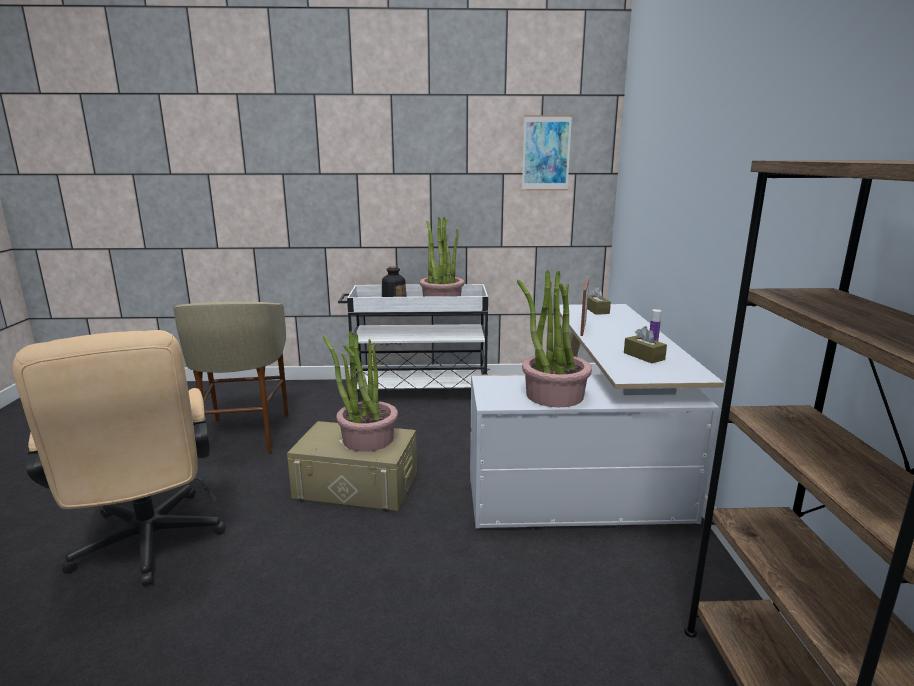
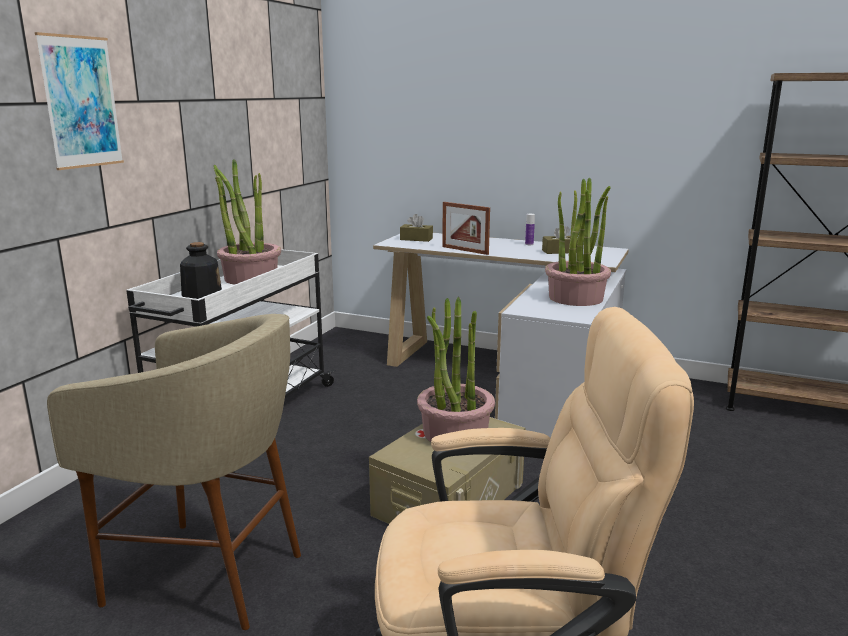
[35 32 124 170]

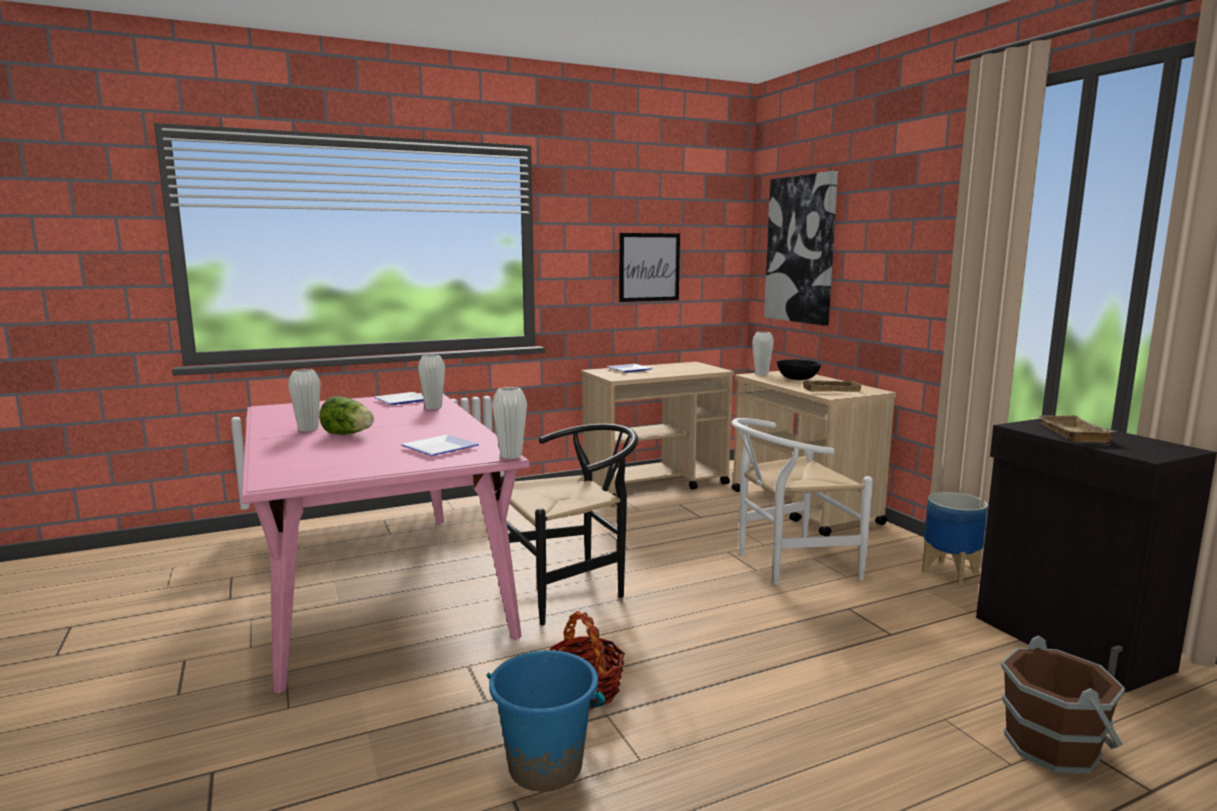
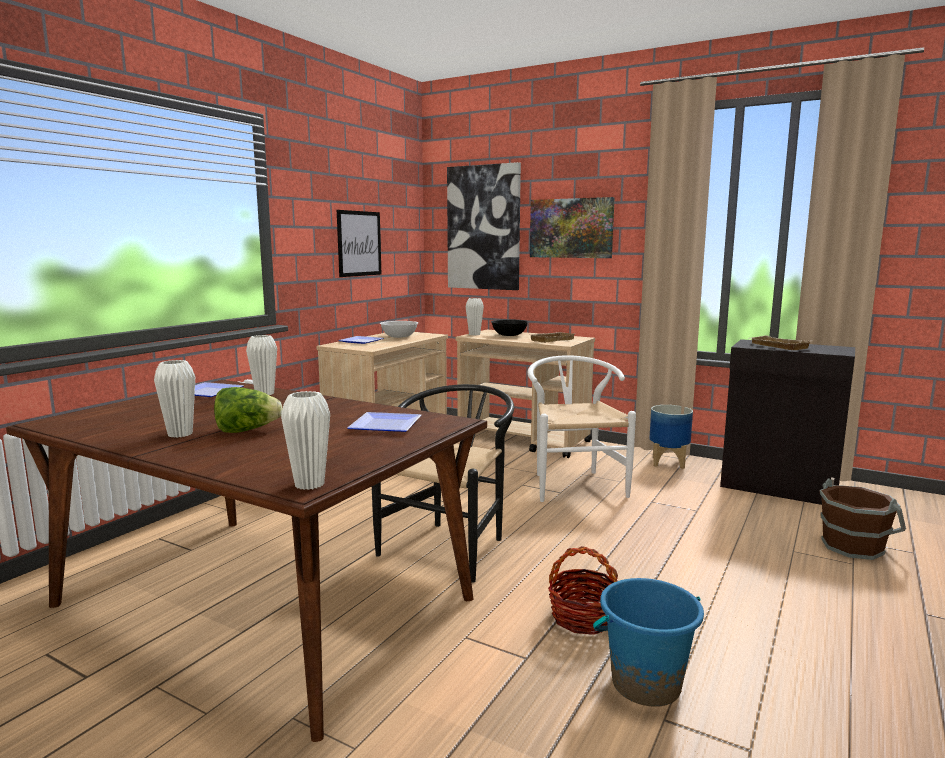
[6 380 487 742]
[281 391 330 490]
[528 355 636 502]
[380 321 418 338]
[530 197 615 258]

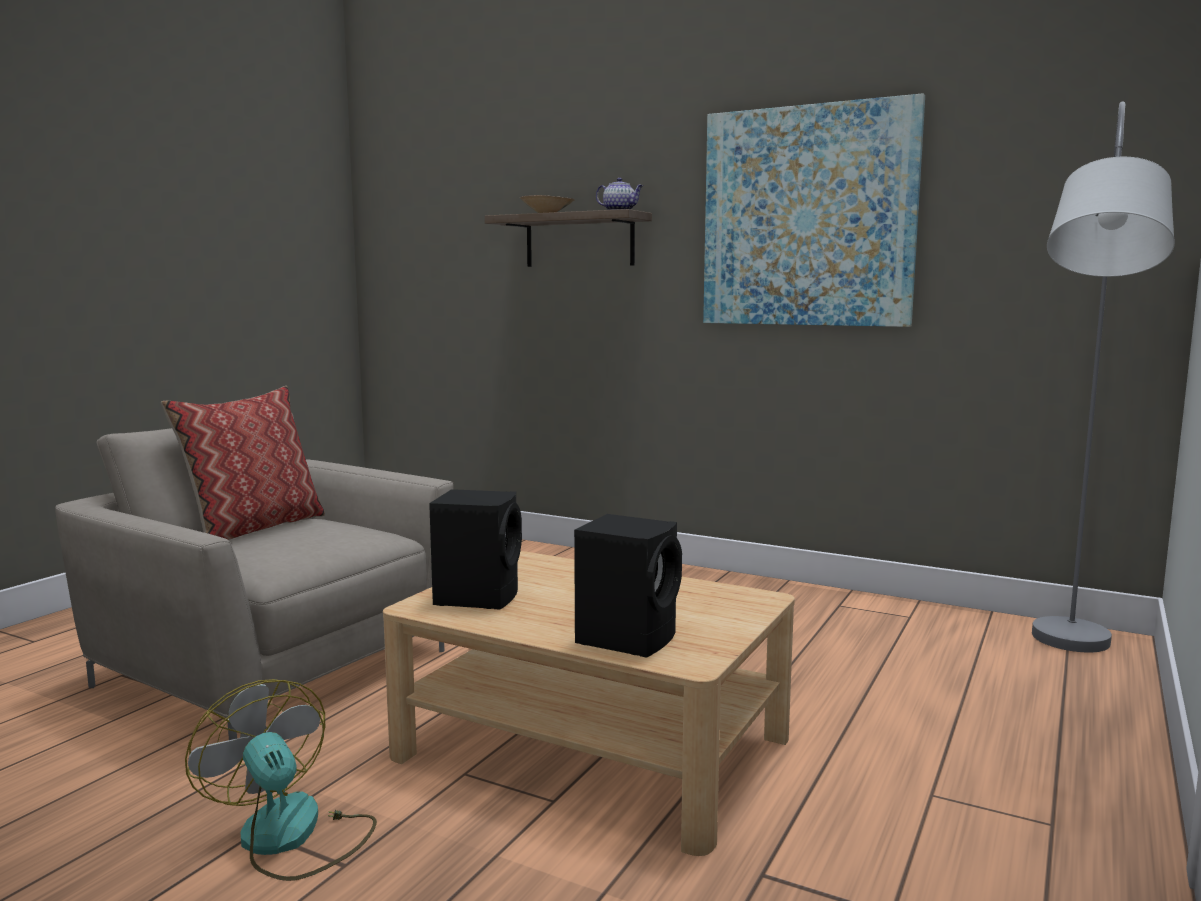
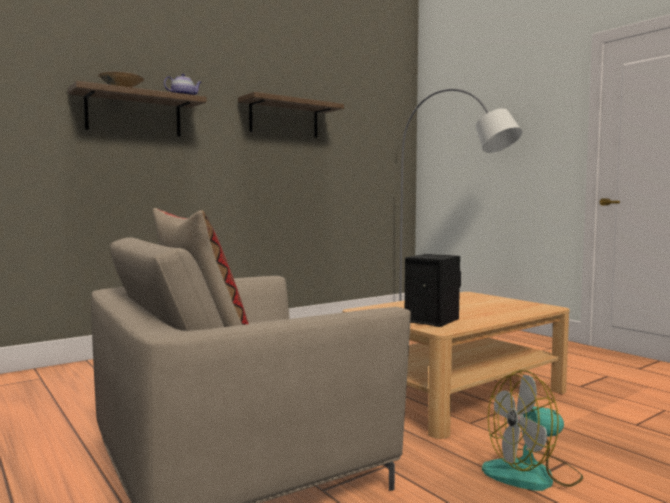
[574 514 682 658] (first image)
[238 92 344 138]

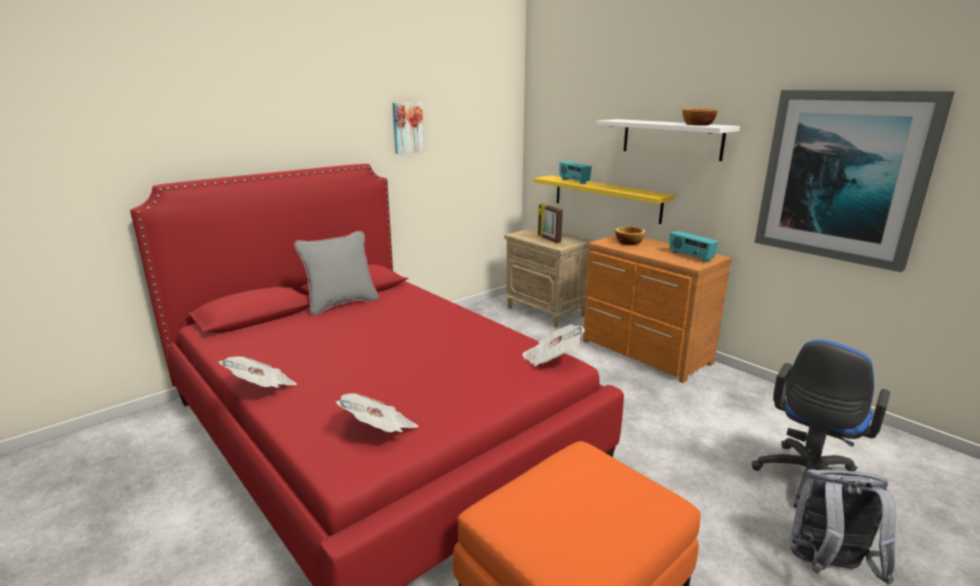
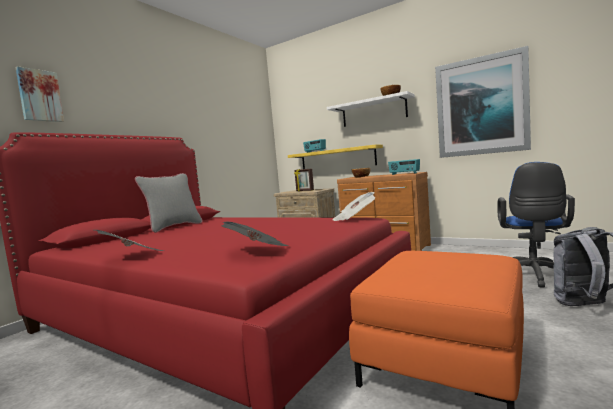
[16 66 64 122]

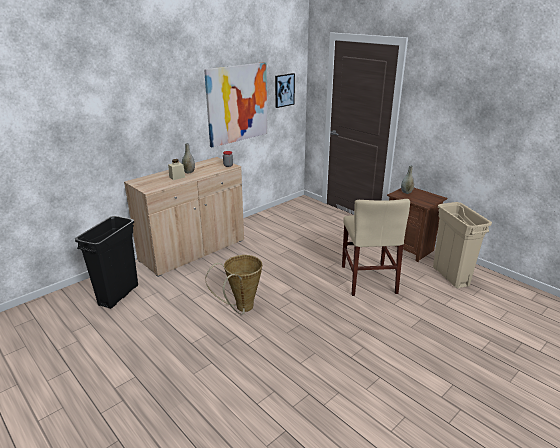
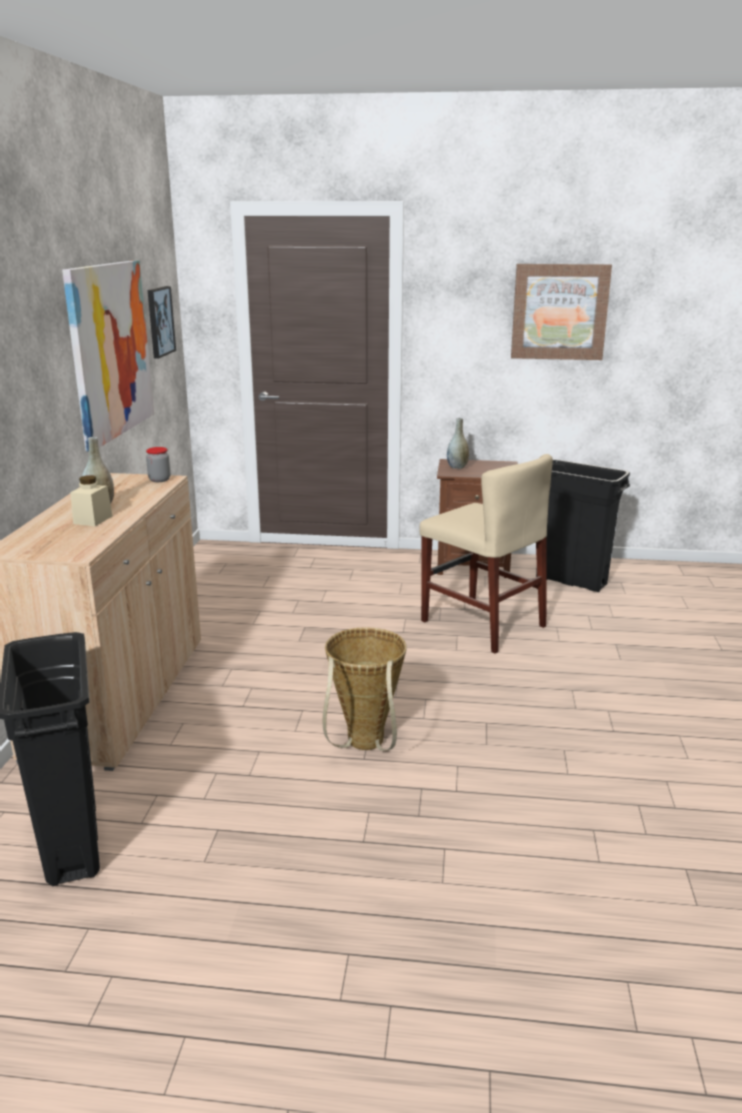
[536 459 630 592]
[511 264 612 360]

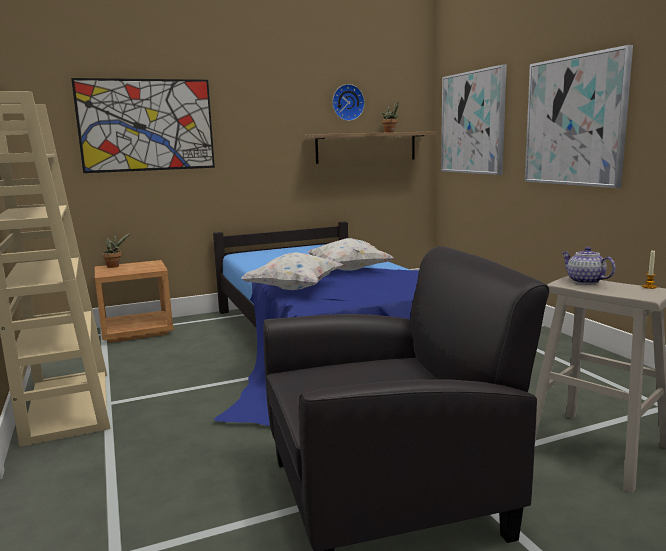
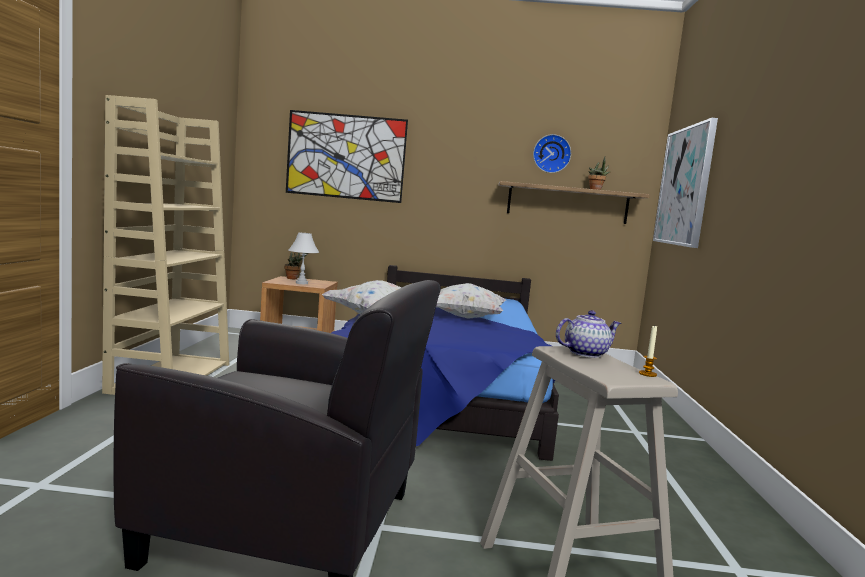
[525 45 633 188] (first image)
[556 310 621 358]
[288 233 319 284]

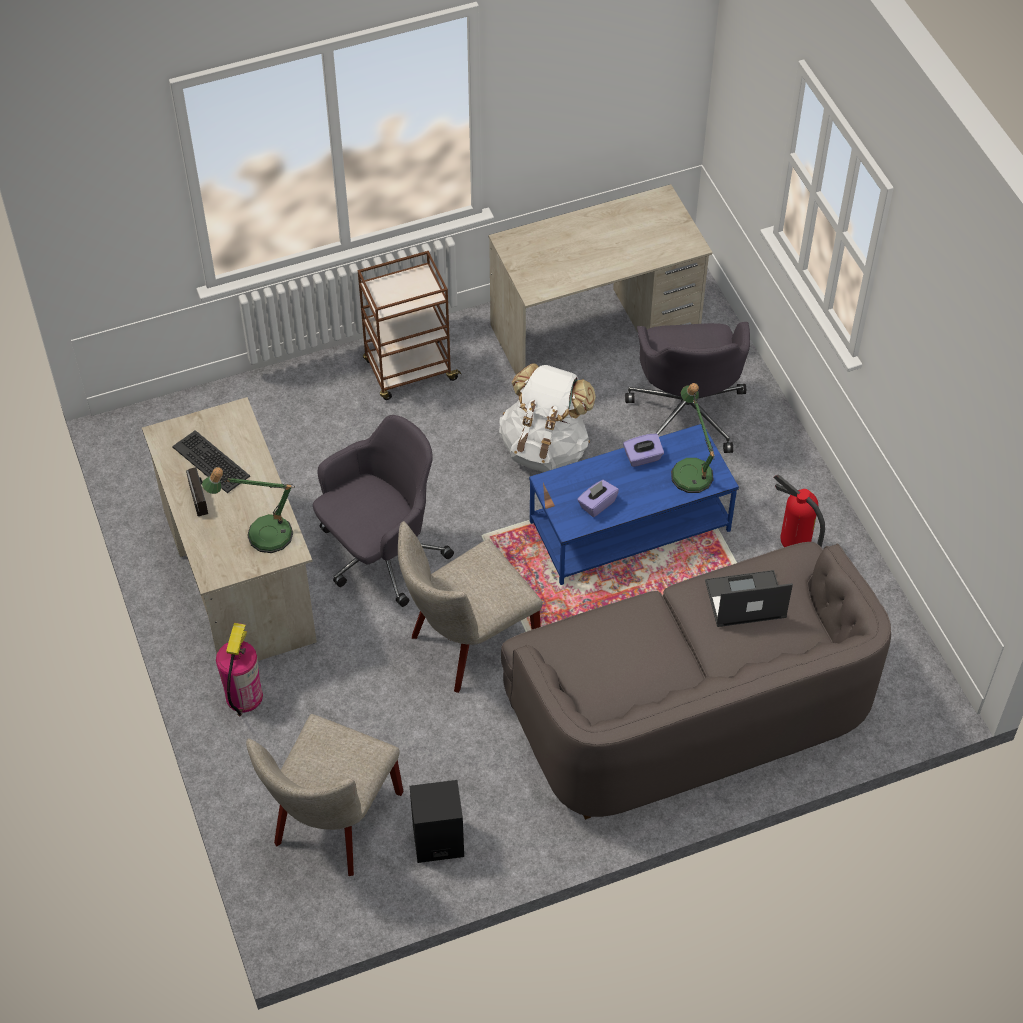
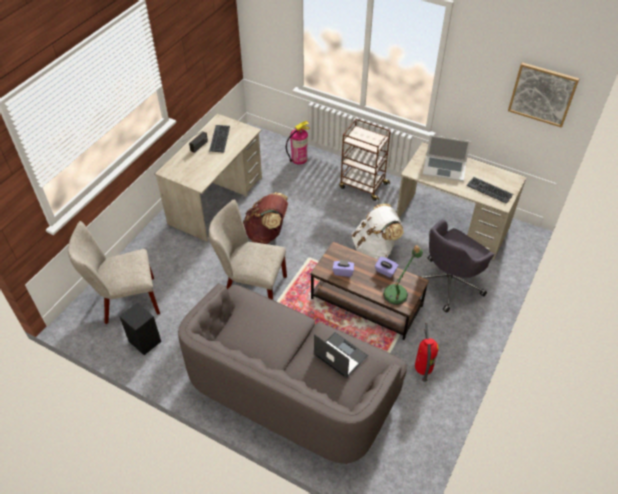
[202 467 295 553] (first image)
[286 121 310 164]
[243 192 288 244]
[310 241 429 340]
[423 135 471 182]
[466 177 513 204]
[508 62 579 128]

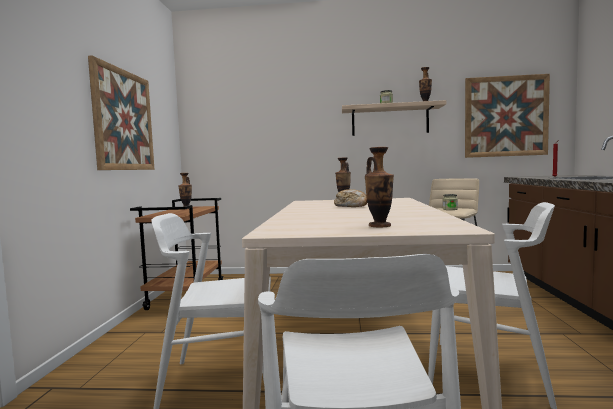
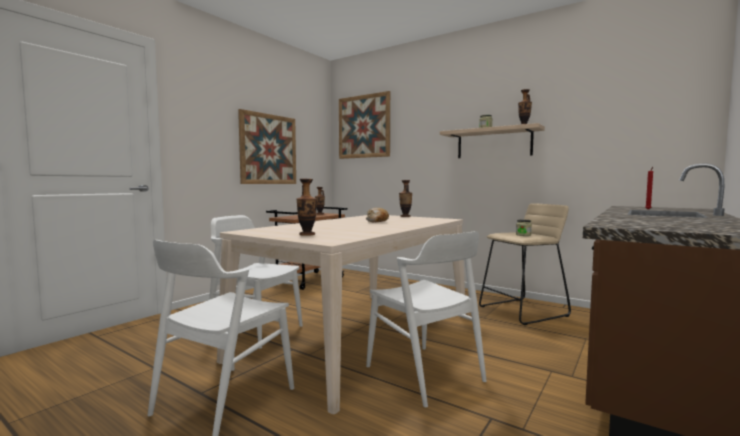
[339 91 390 159]

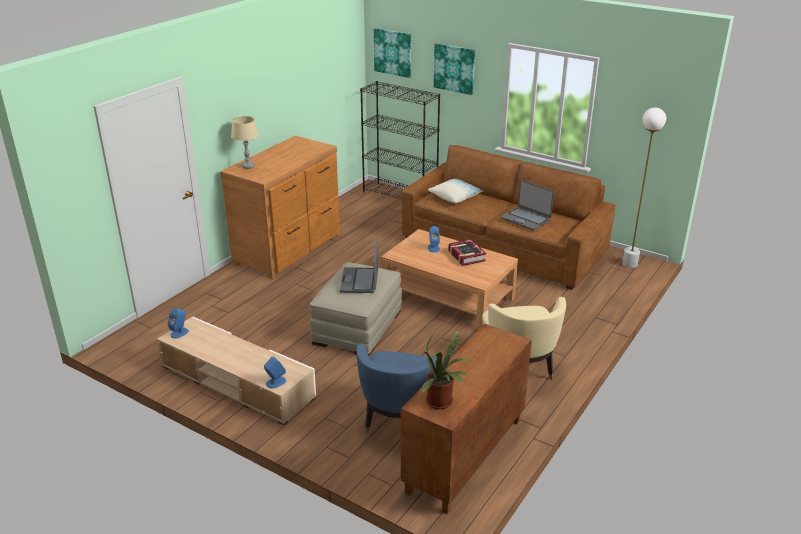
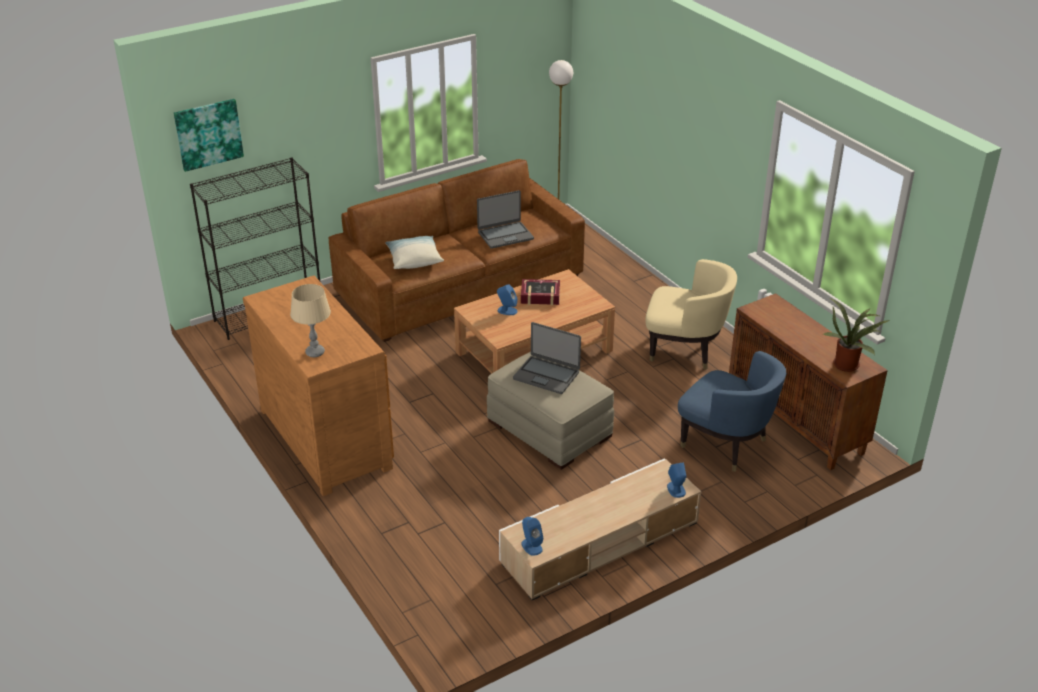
[434 43 475 95] (first image)

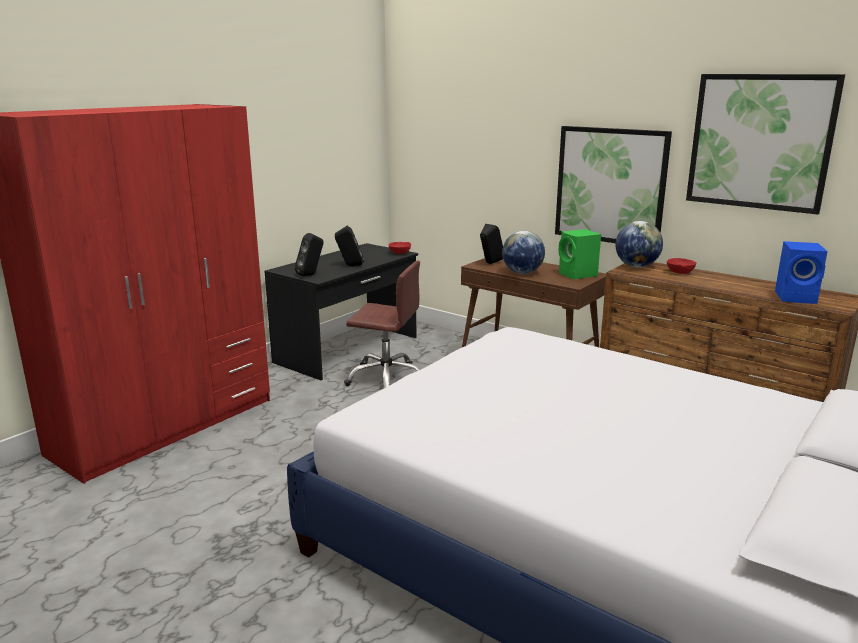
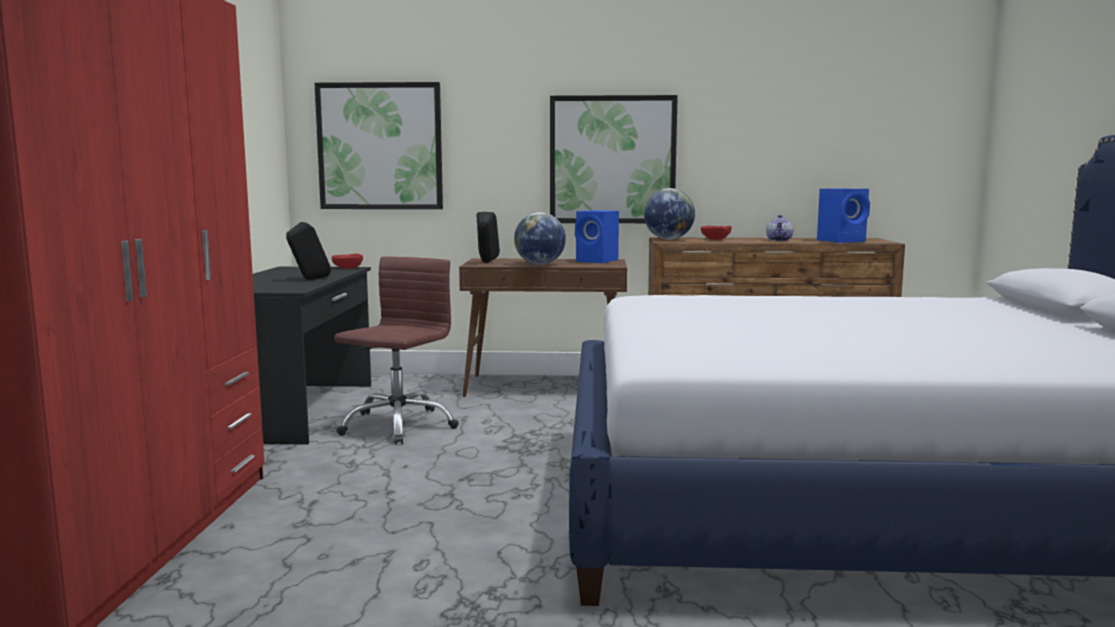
[295 233 324 276] (first image)
[334 257 459 445]
[575 210 619 263]
[315 82 443 209]
[766 215 793 241]

